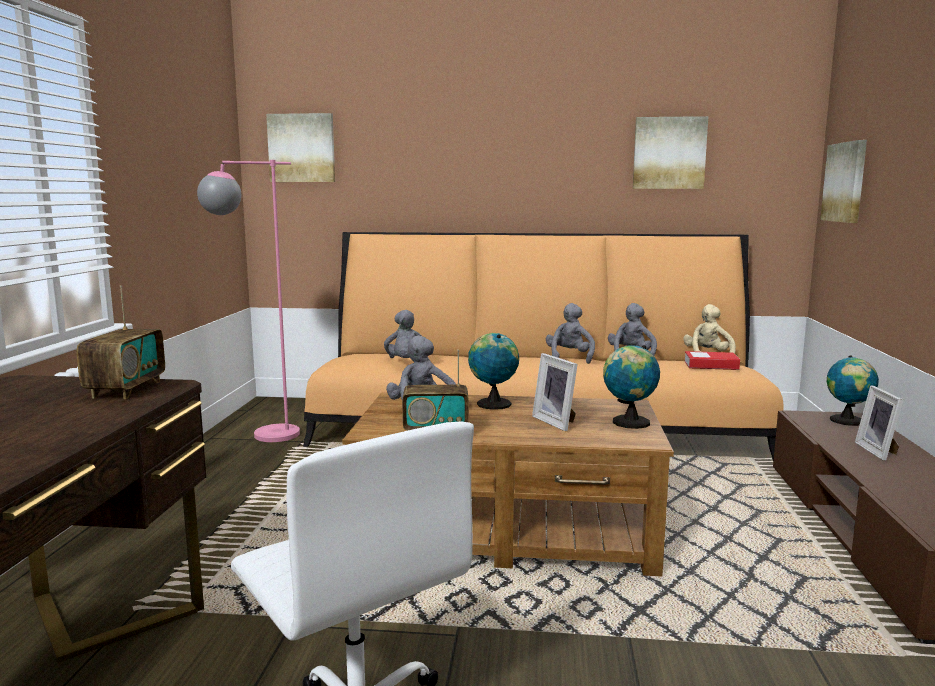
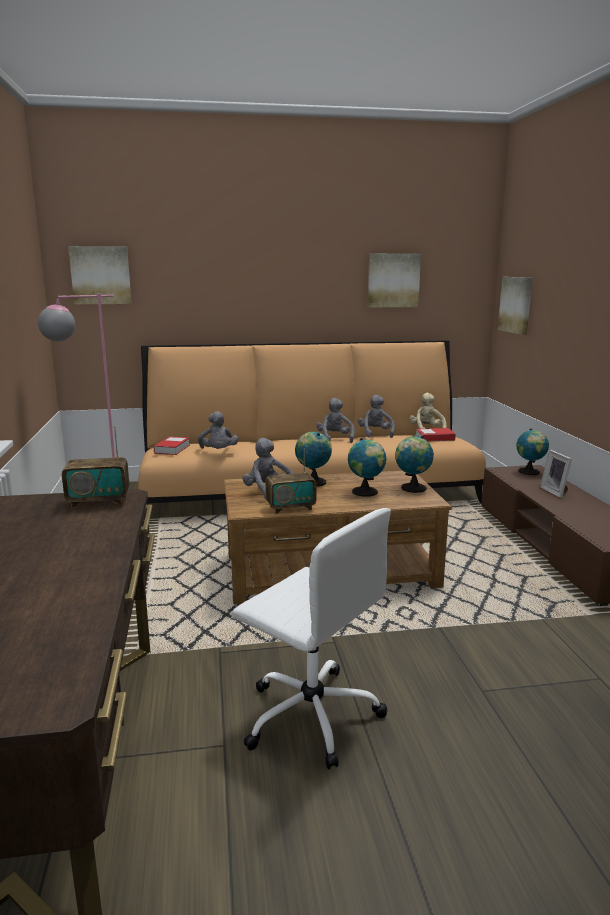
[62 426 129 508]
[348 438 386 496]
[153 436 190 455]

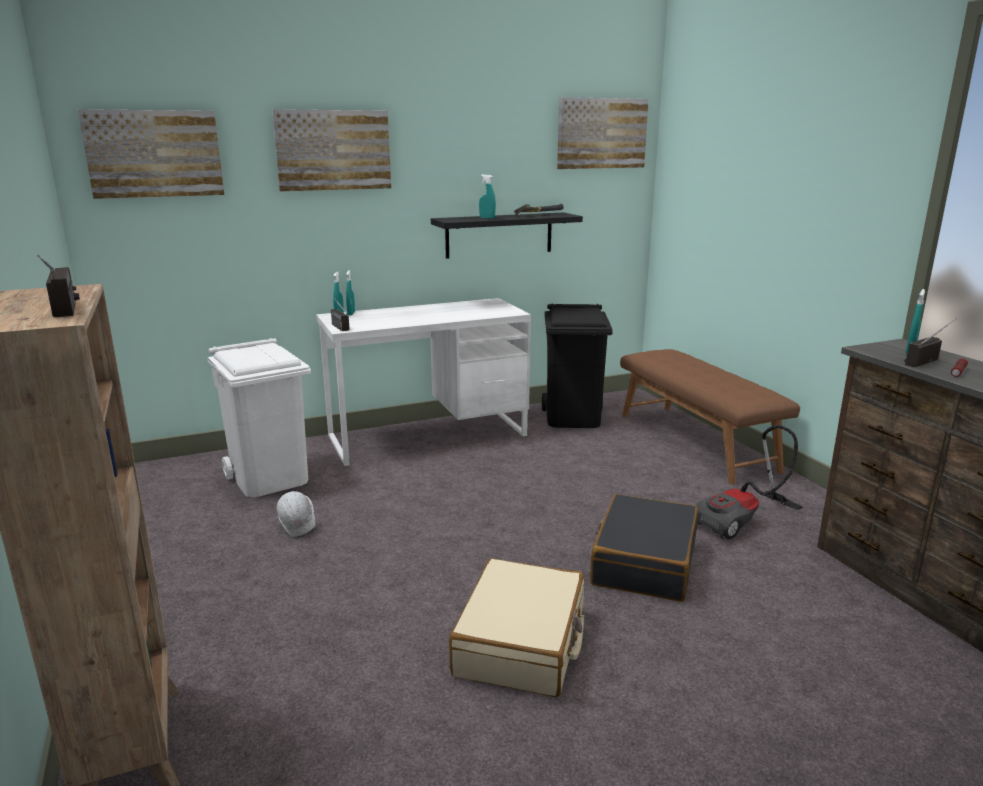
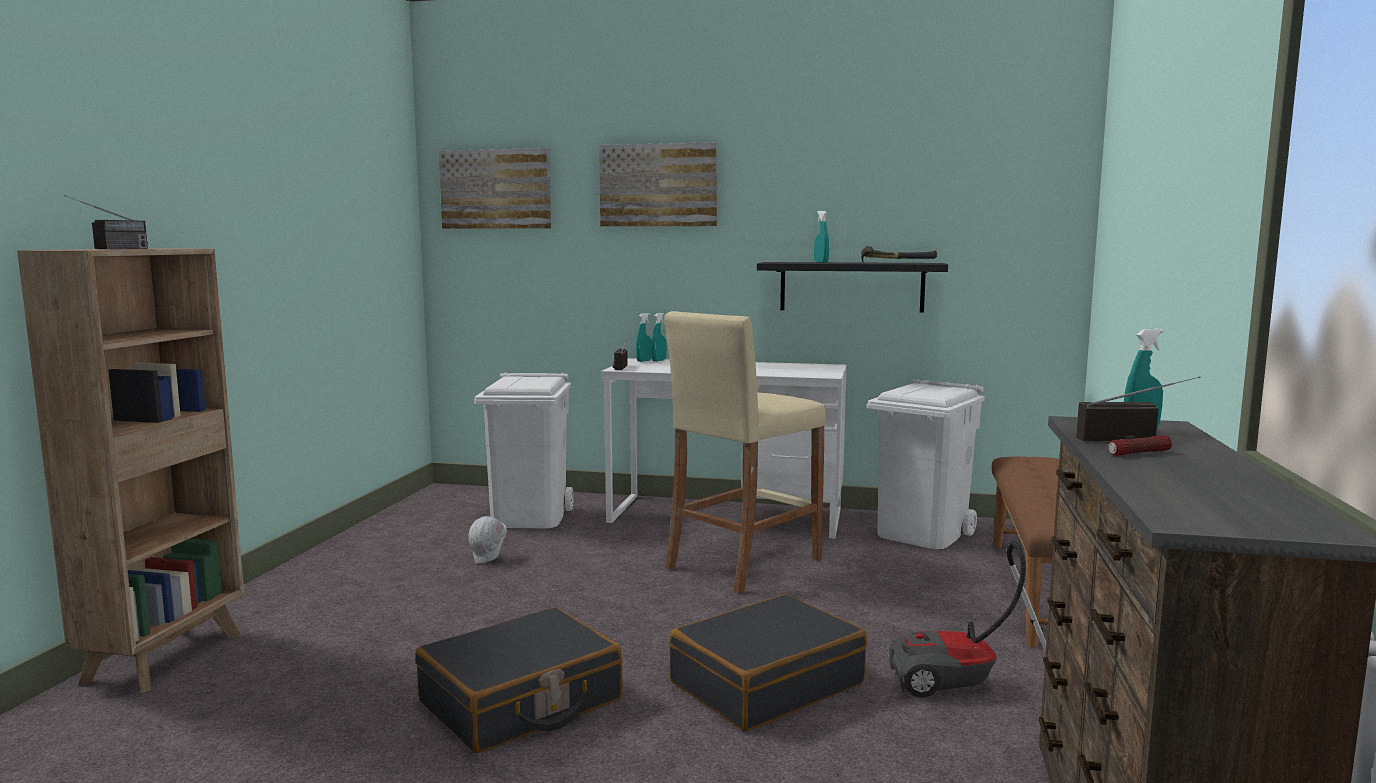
[415 607 623 753]
[867 379 985 549]
[557 97 649 169] (first image)
[664 311 826 593]

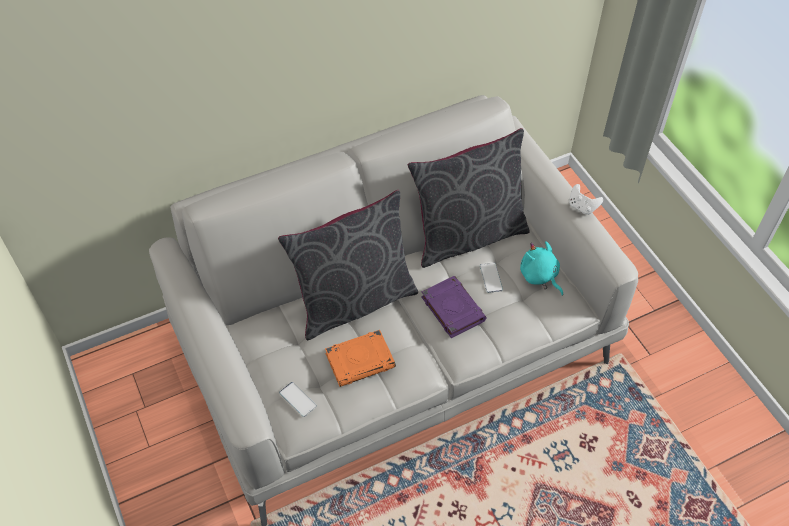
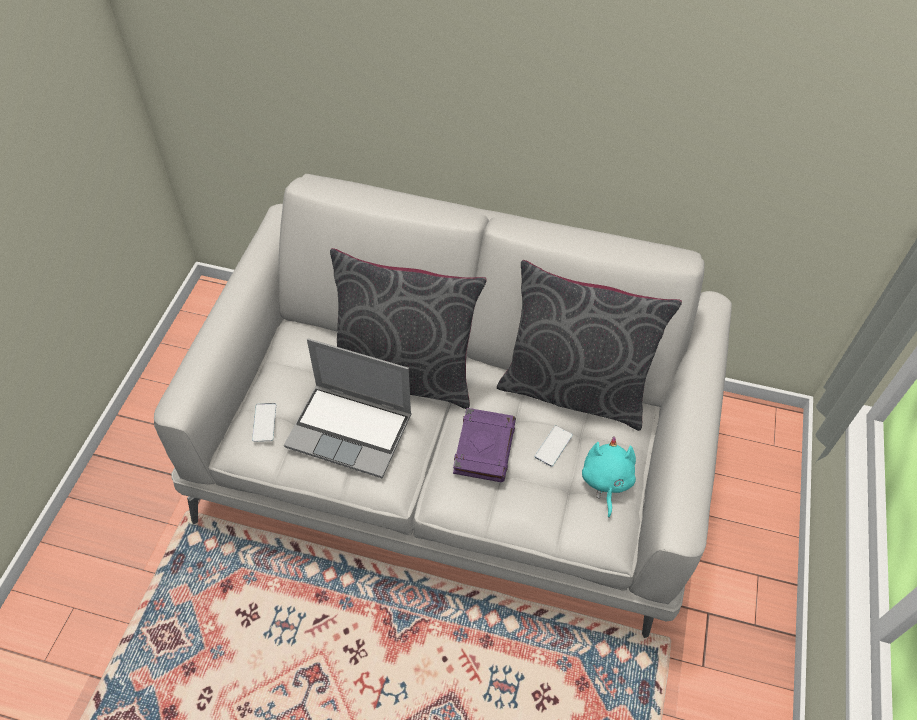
[284 338 412 478]
[569 184 603 215] (first image)

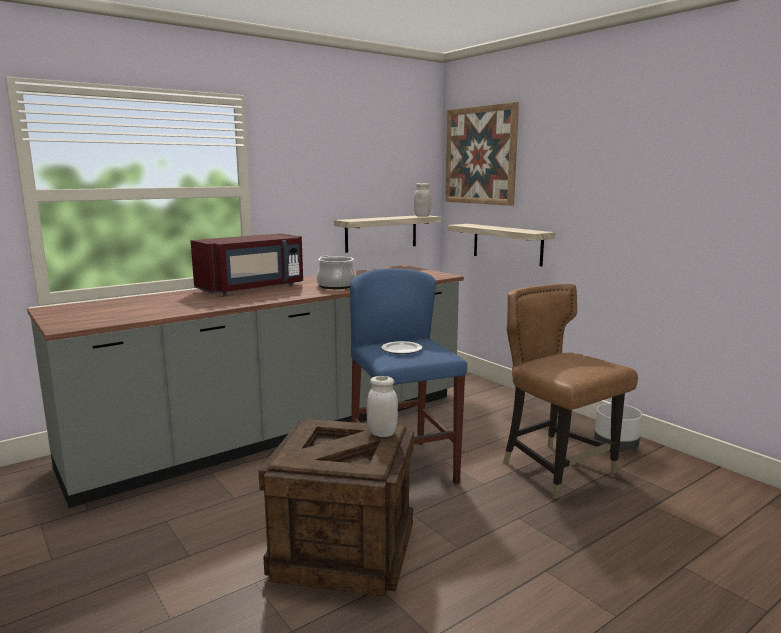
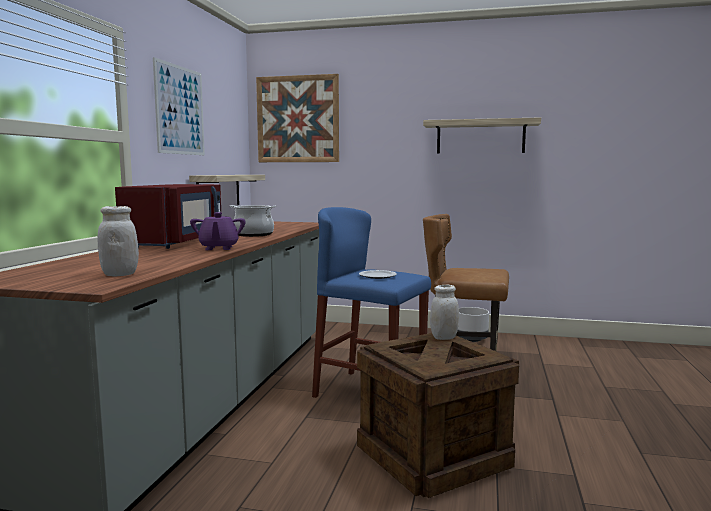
[98 206 139 277]
[423 117 541 154]
[153 57 205 155]
[190 212 246 250]

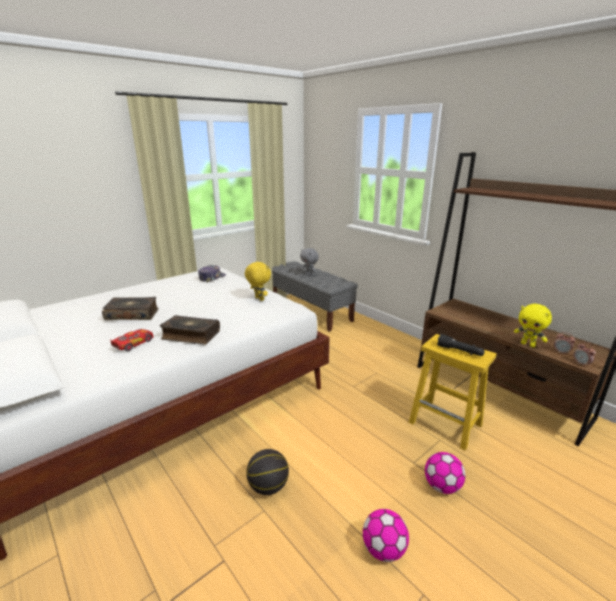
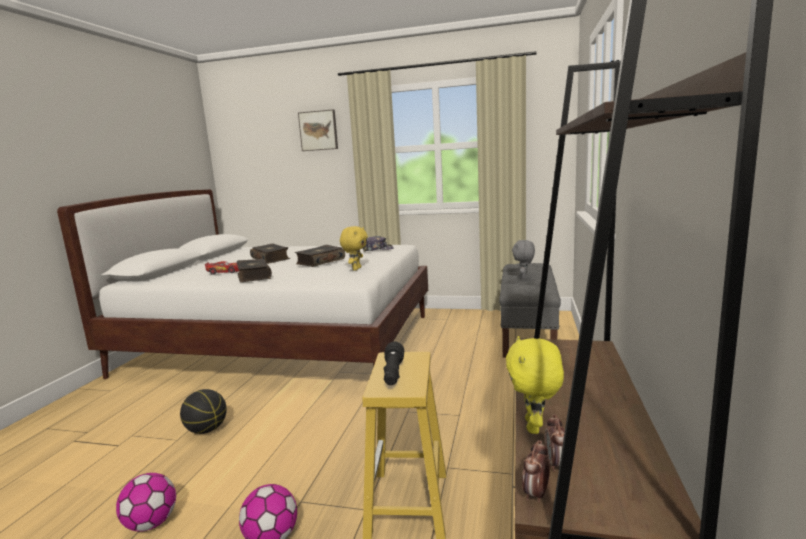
[295 245 345 267]
[298 109 338 151]

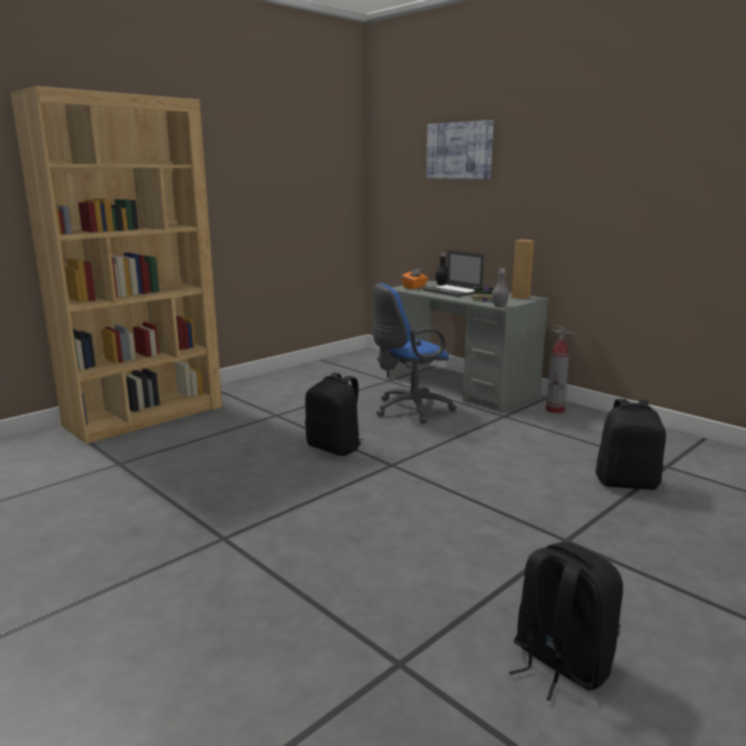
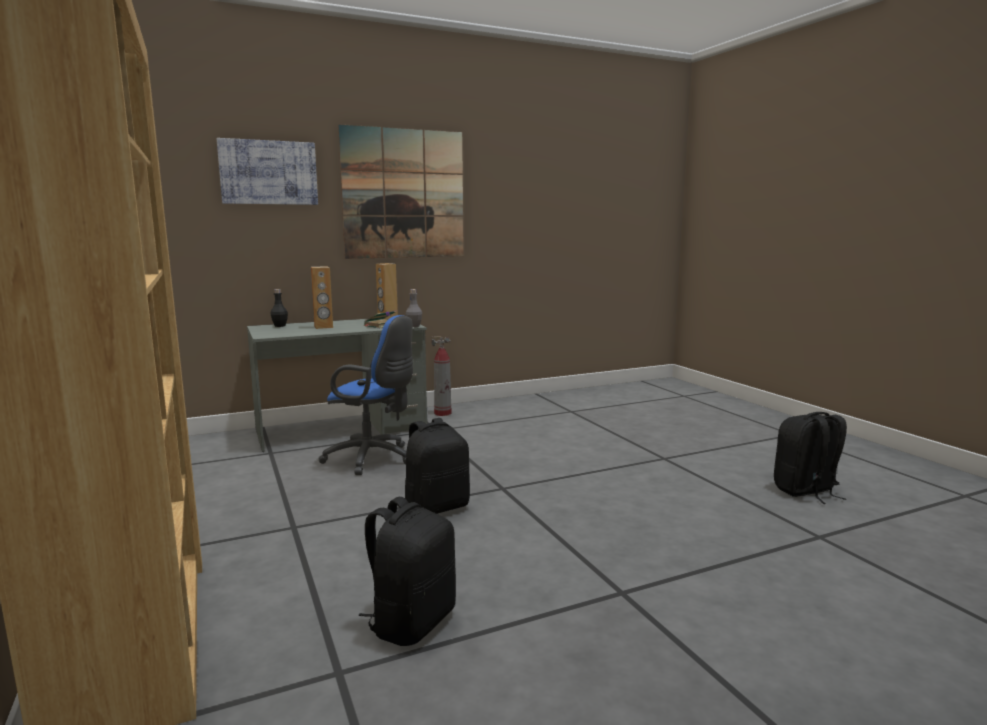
[319 315 413 475]
[402 268 428 289] (first image)
[311 266 333 329]
[358 497 456 646]
[338 124 464 259]

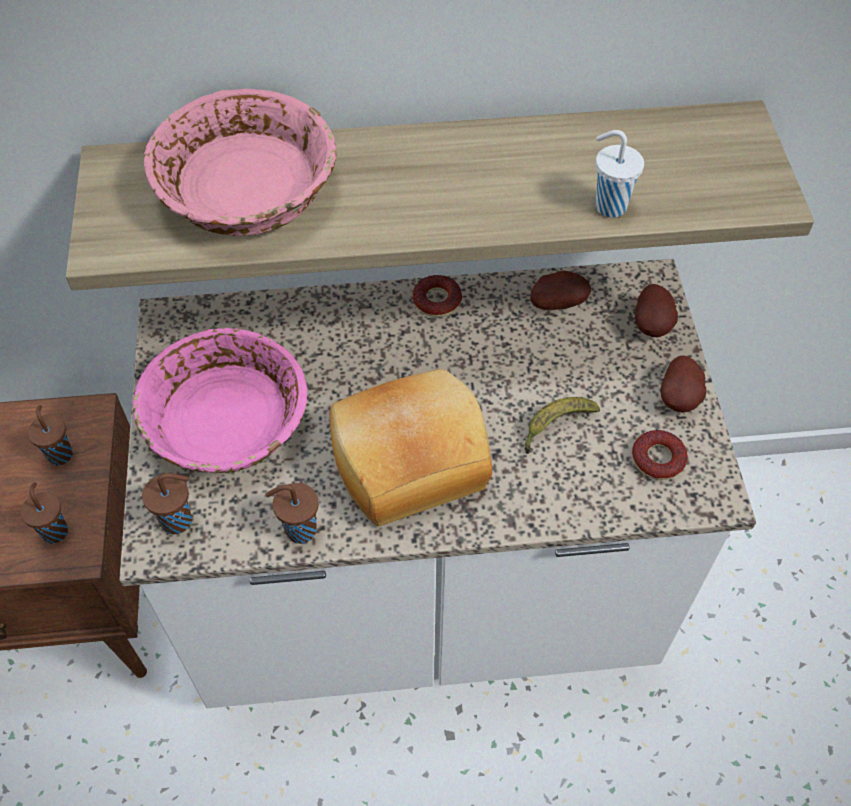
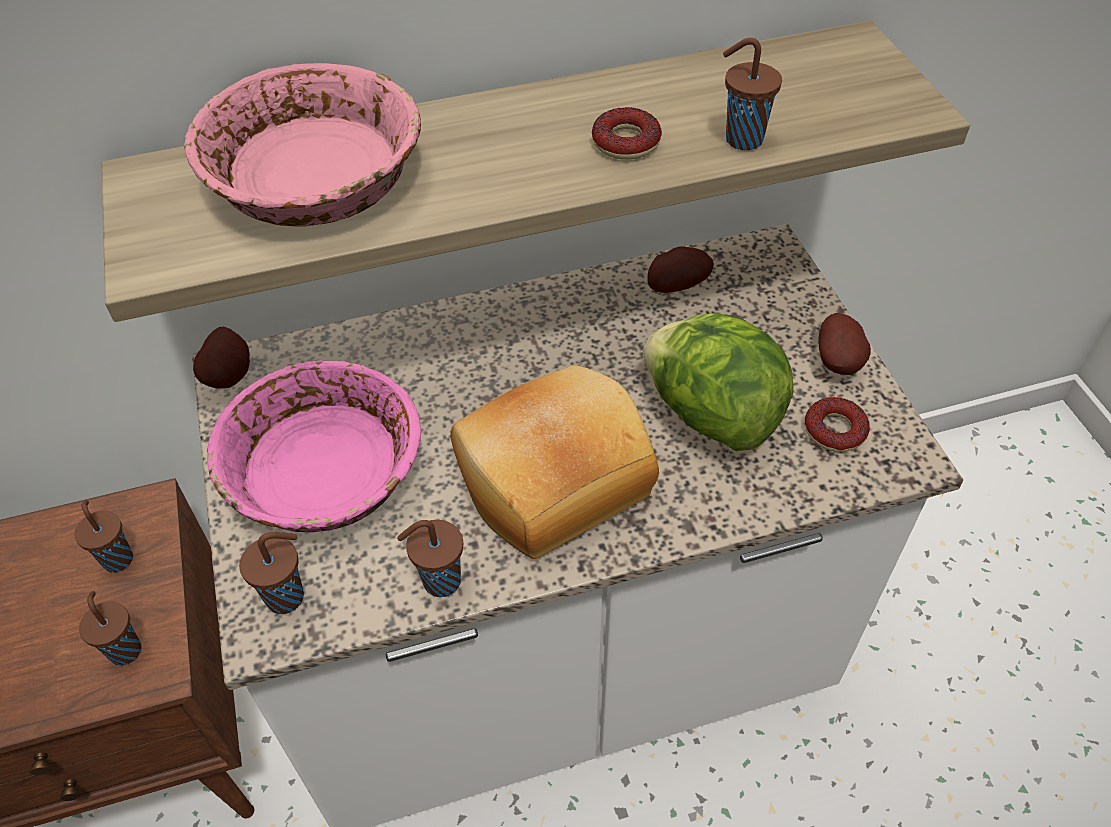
[592 107 662 160]
[643 314 794 451]
[723 38 782 150]
[193 327 250 388]

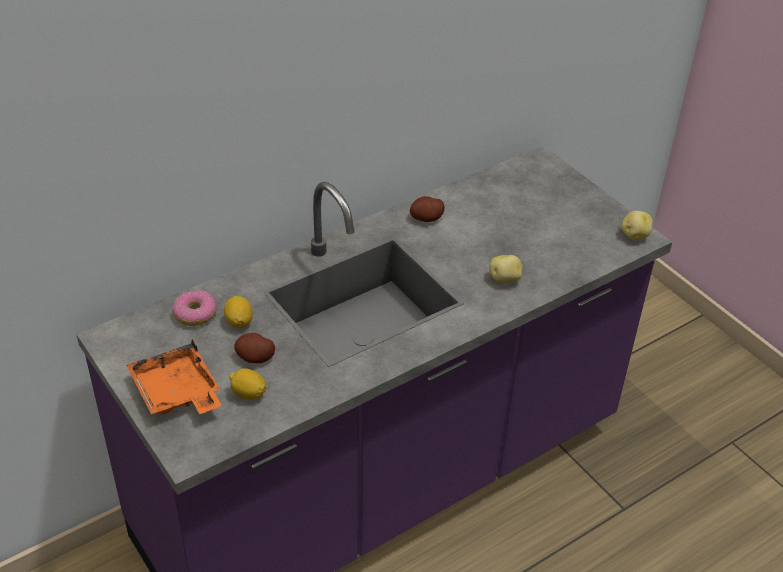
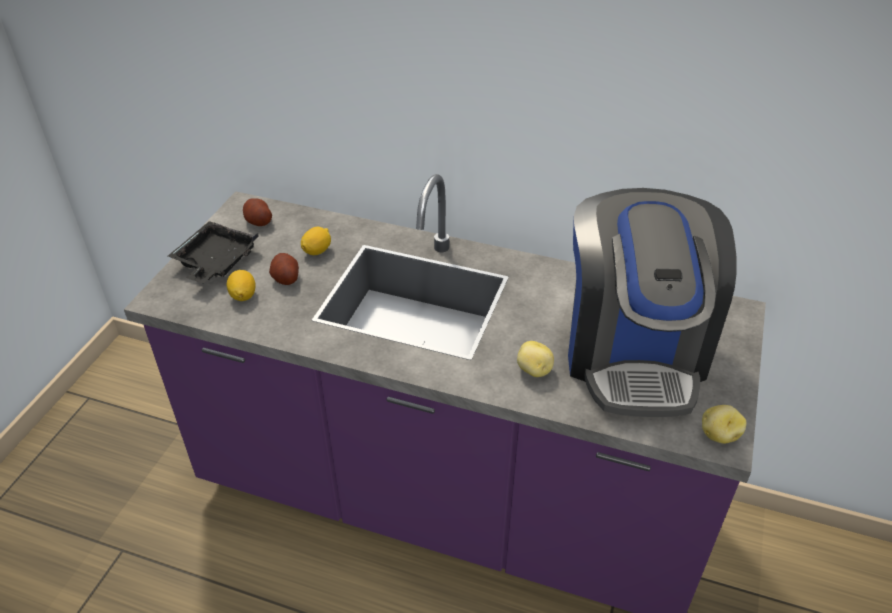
[168 221 259 283]
[173 290 217 326] (first image)
[243 198 272 226]
[568 188 737 417]

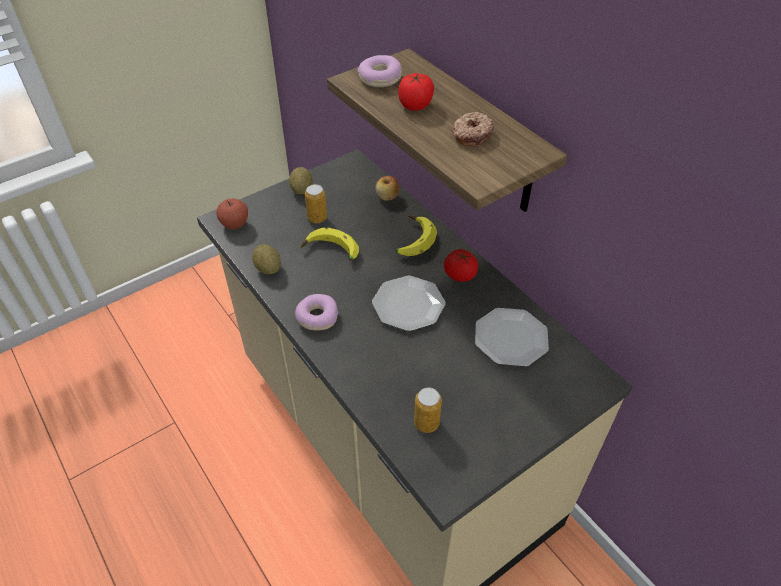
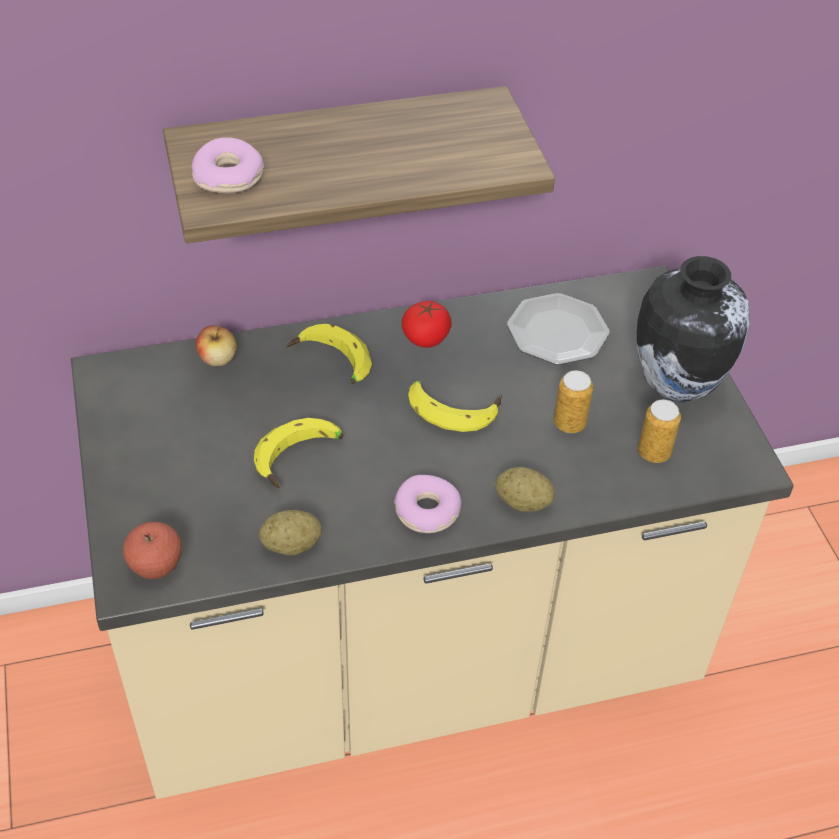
[495 467 555 512]
[554 371 593 433]
[408 380 502 432]
[398 73 434 111] (first image)
[452 112 494 146] (first image)
[637 256 750 403]

